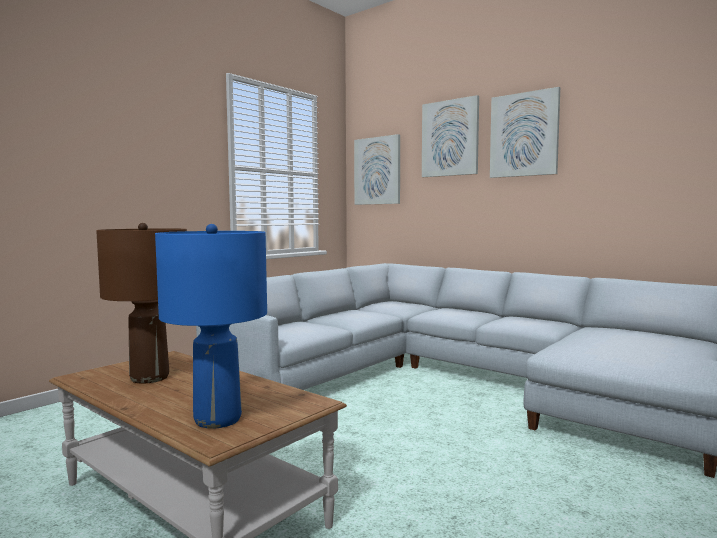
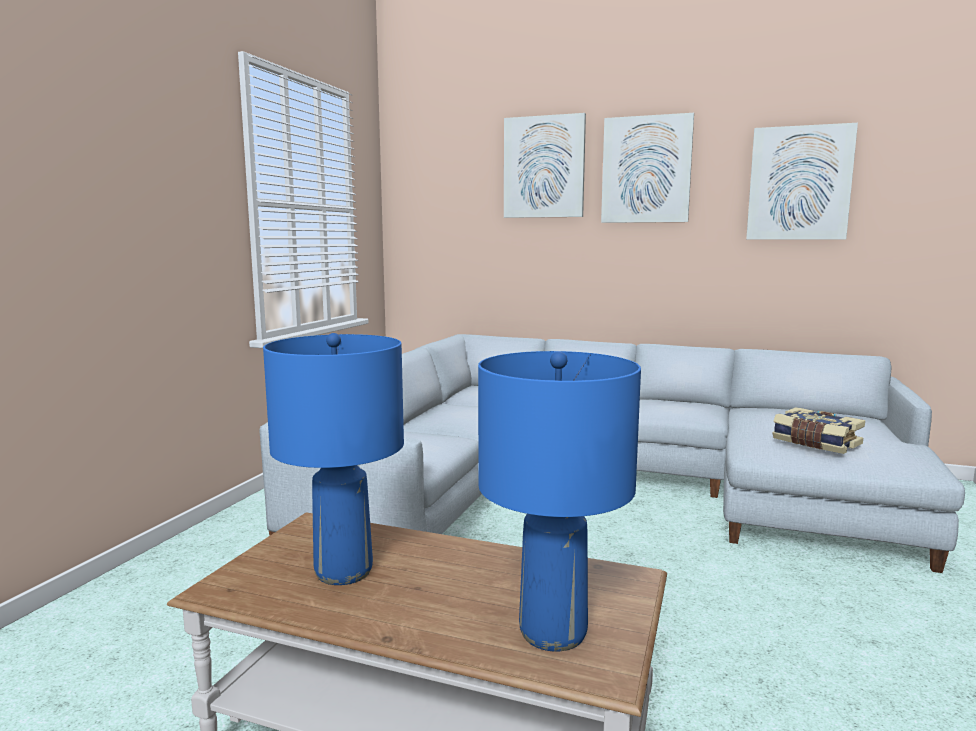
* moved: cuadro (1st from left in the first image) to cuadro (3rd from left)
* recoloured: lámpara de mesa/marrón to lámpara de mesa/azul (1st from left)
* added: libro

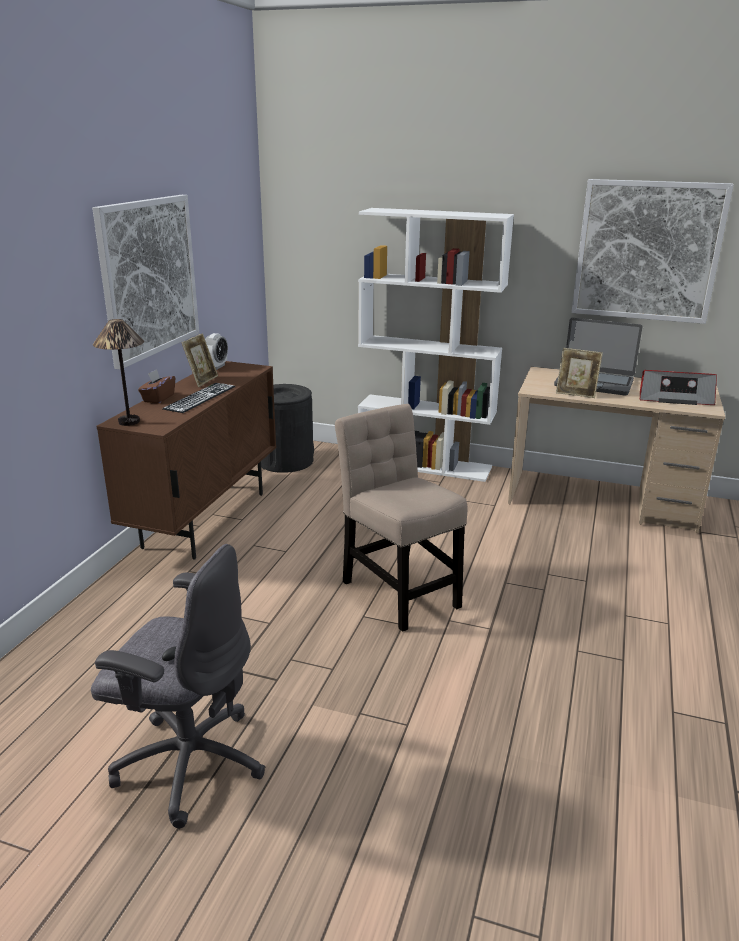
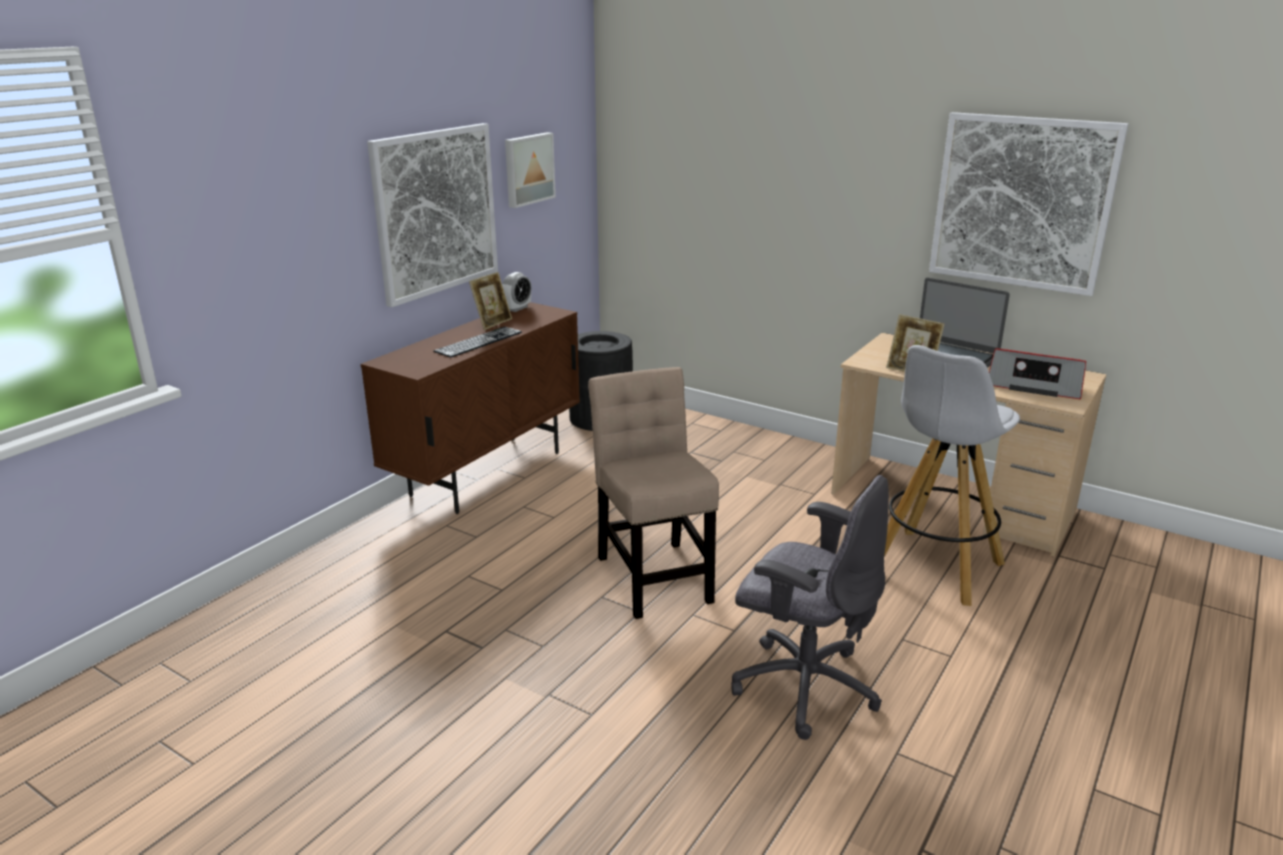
* removed: estantería/blanco
* removed: lámpara de mesa
* removed: caja de pañuelos/marrón
* moved: silla de oficina/gris
* added: cuadro (2nd from left)
* added: taburete/blanco

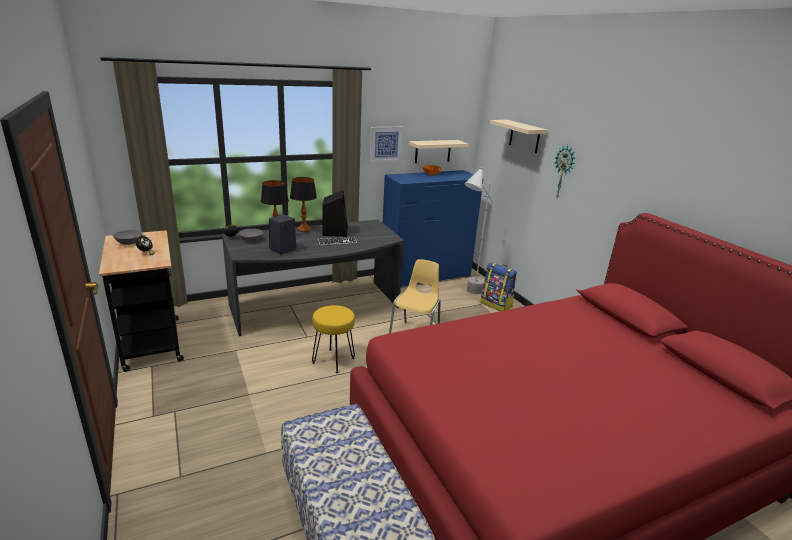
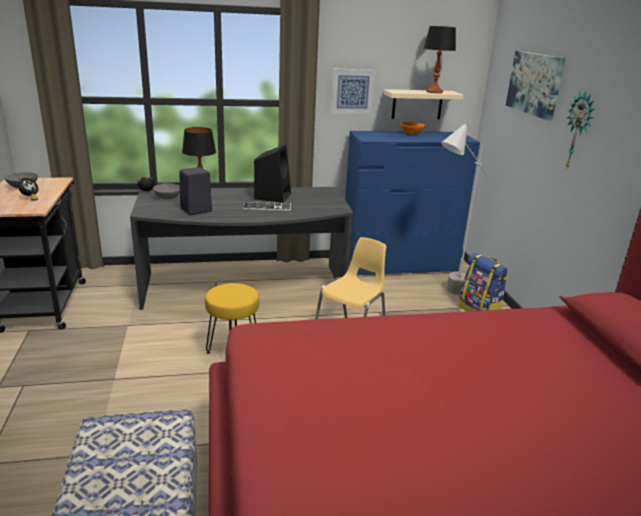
* replaced: estante/beis (2nd from left) to cuadro (2nd from left)
* moved: lámpara de mesa (2nd from left)

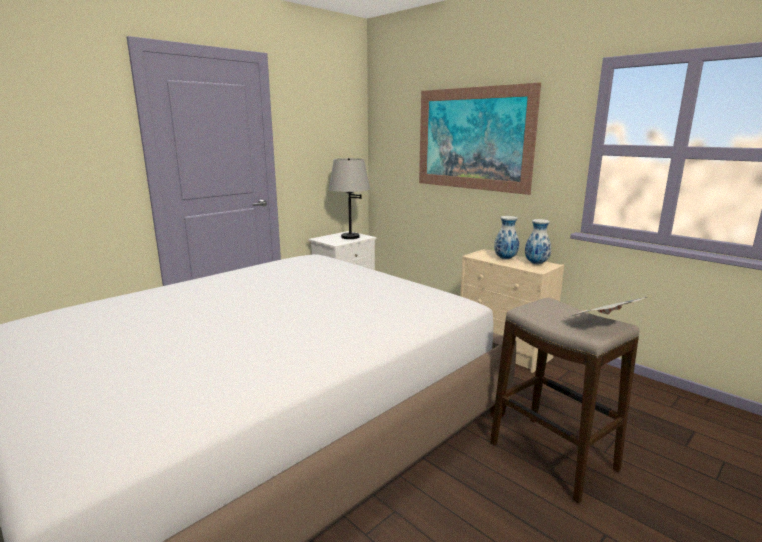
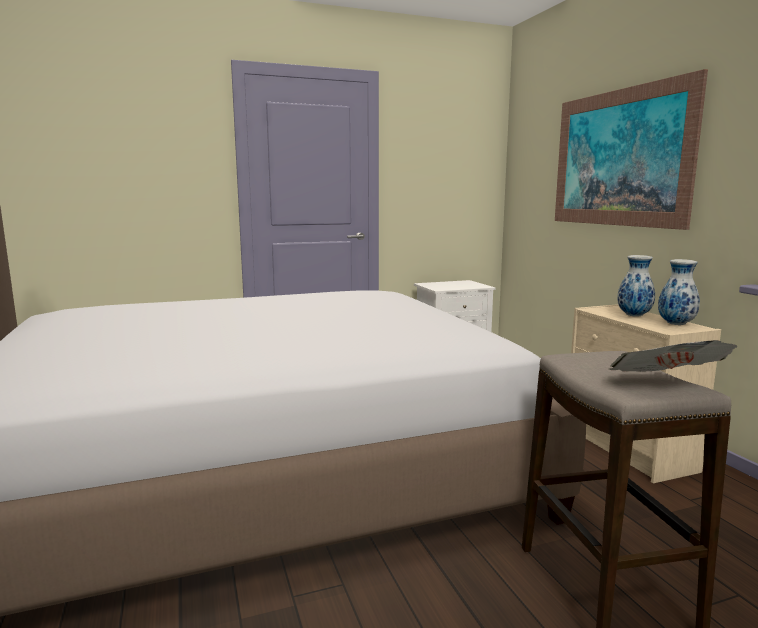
* removed: lámpara de mesa/gris

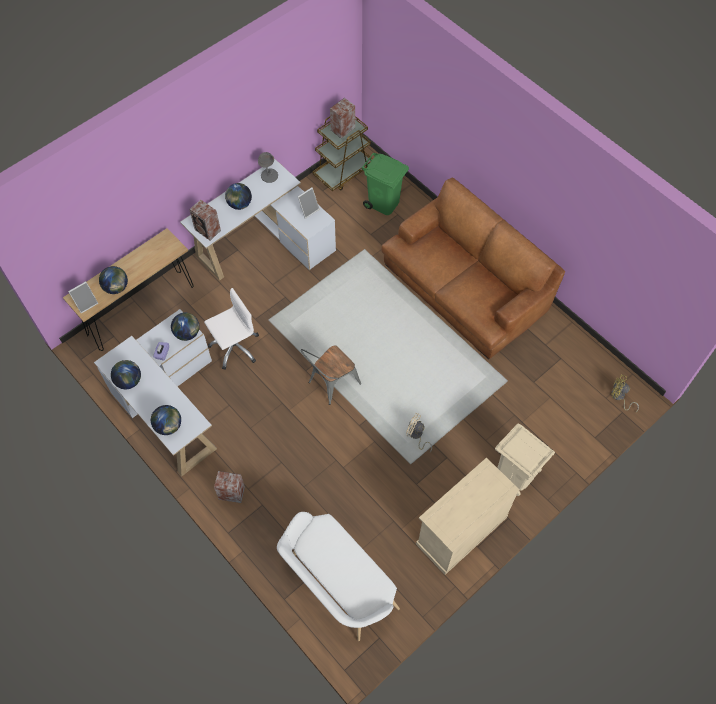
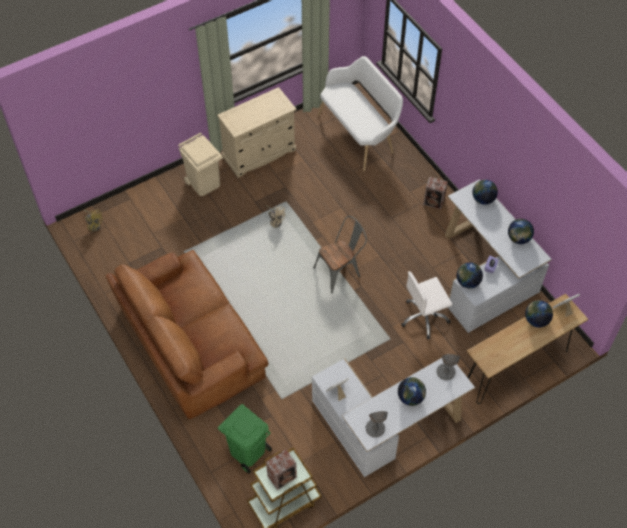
* replaced: altavoz (1st from left) to lámpara de mesa/gris (2nd from left)

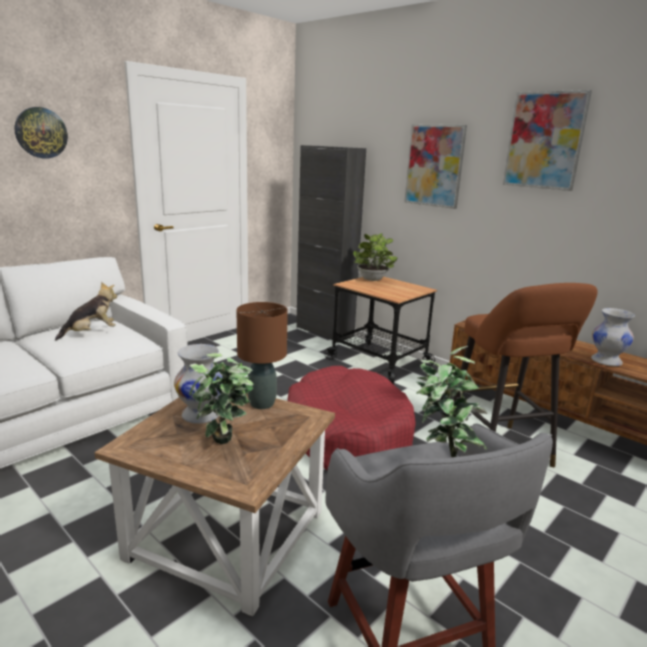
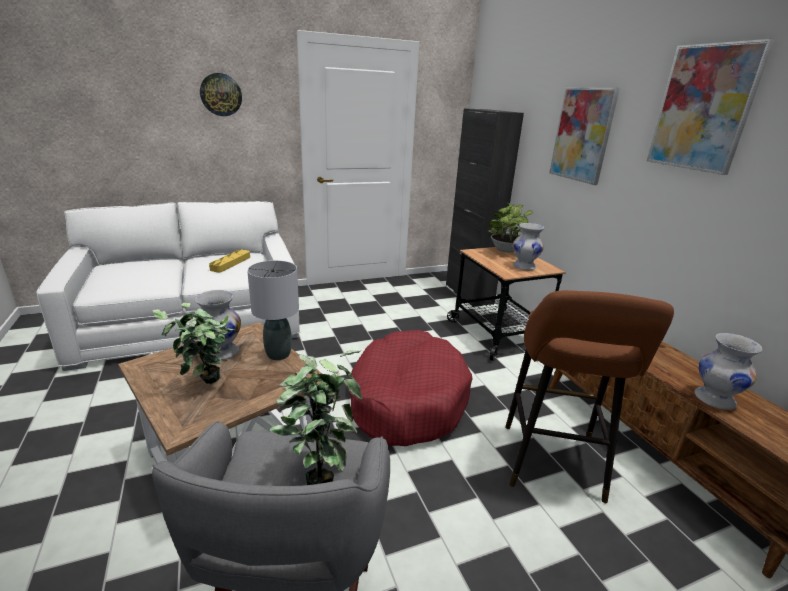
* replaced: peluche to bandeja/amarillo
* recoloured: lámpara de mesa/marrón to lámpara de mesa/gris
* added: florero/blanco (2nd from left)

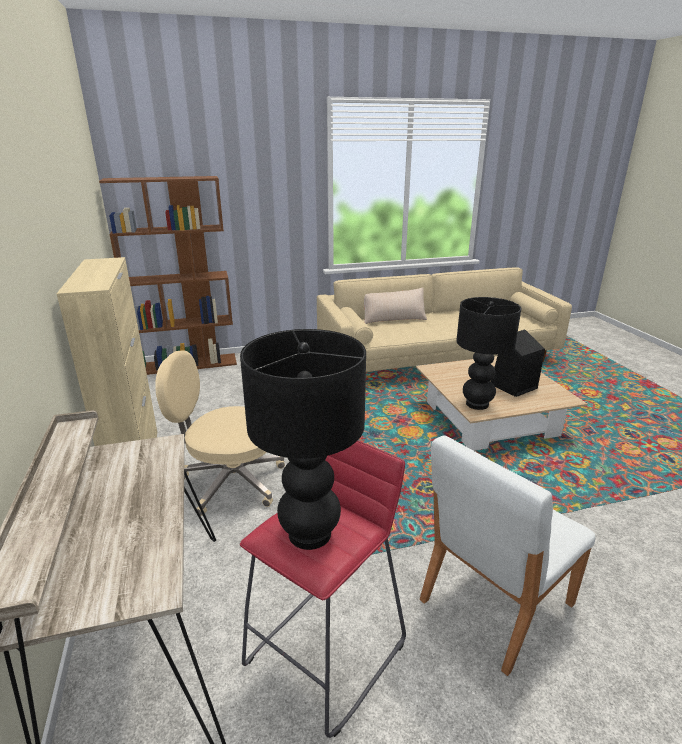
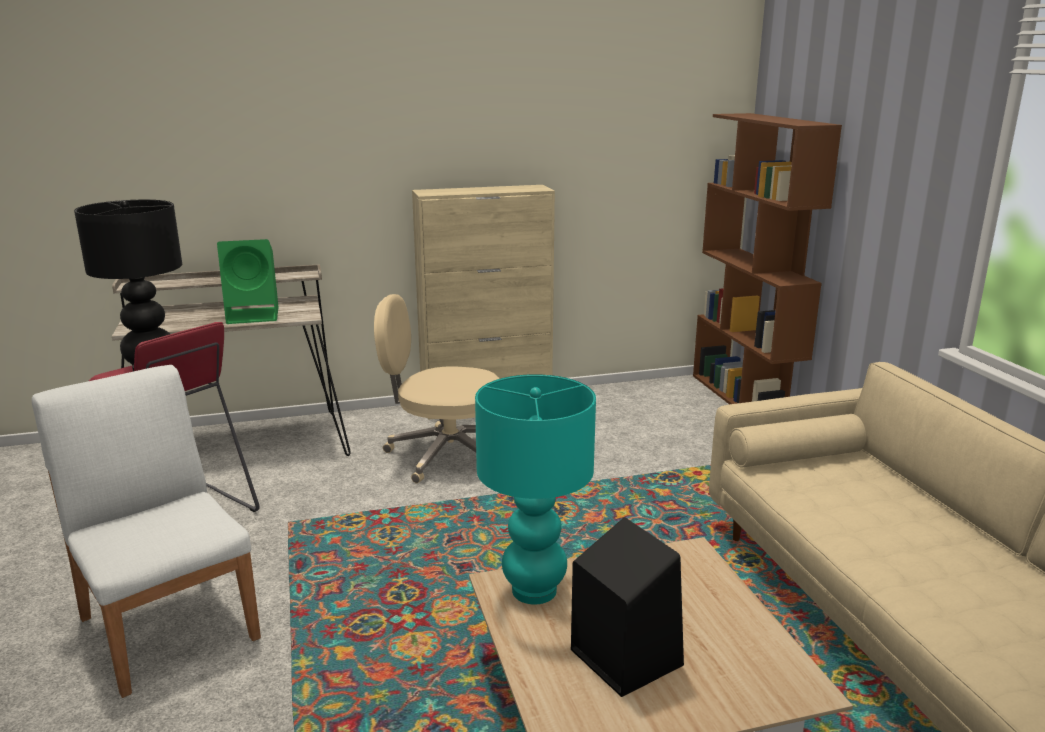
* removed: cojín/beis
* recoloured: lámpara de mesa/negro (2nd from left) to lámpara de mesa/turquesa
* turned: silla de oficina/beis 90 degrees counterclockwise
* added: altavoz/verde

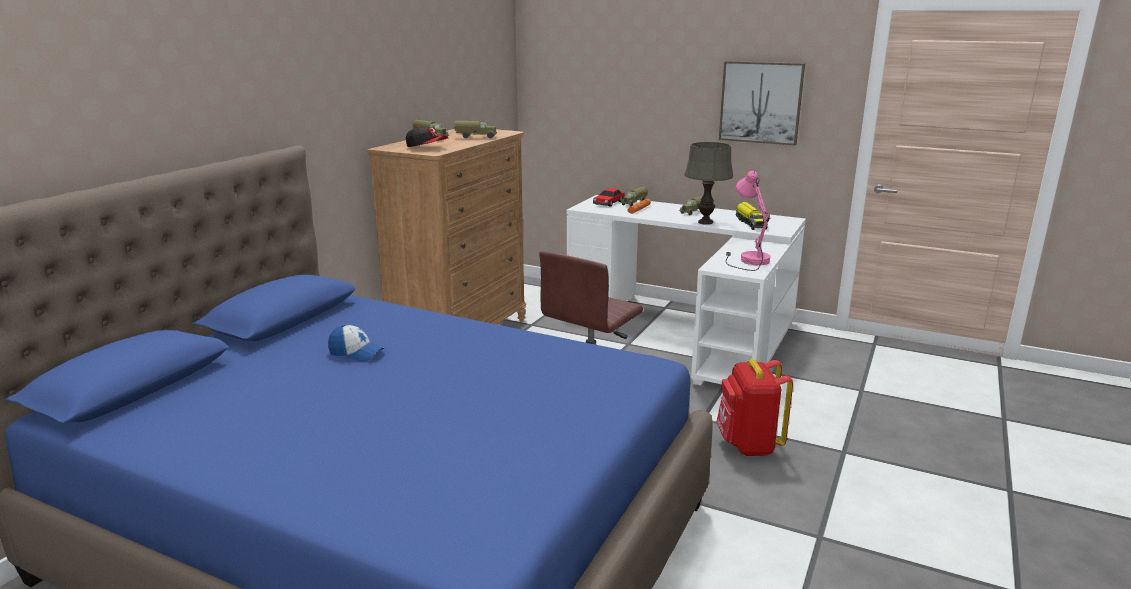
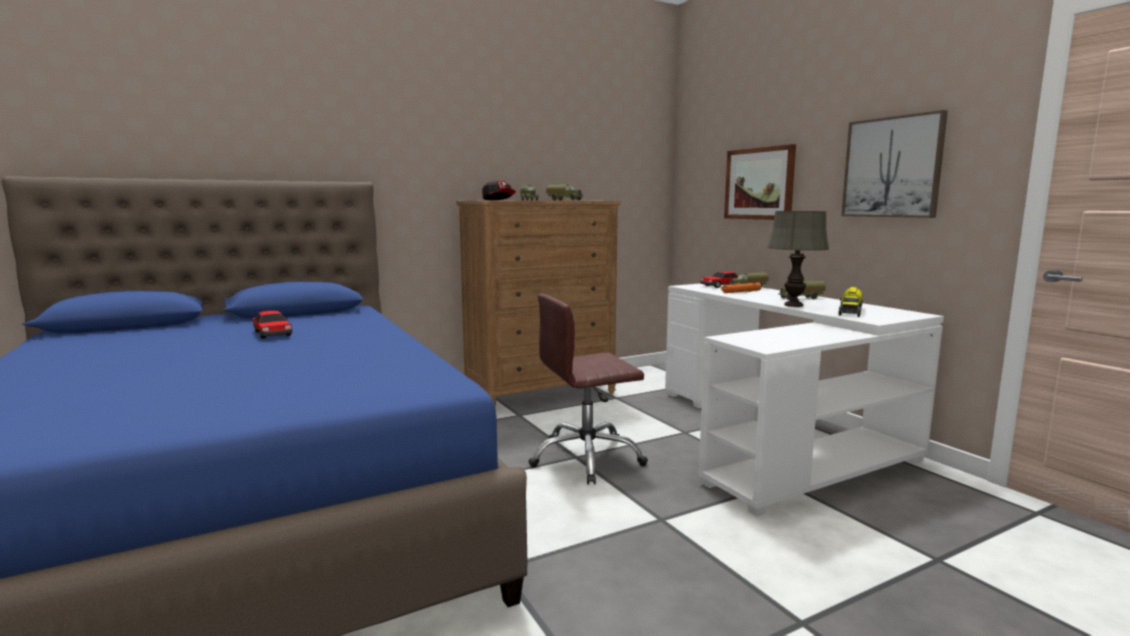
* removed: lámpara de mesa/rosa
* replaced: gorra (1st from left) to coche de juguete (1st from left)
* removed: mochila/rojo
* added: cuadro (1st from left)

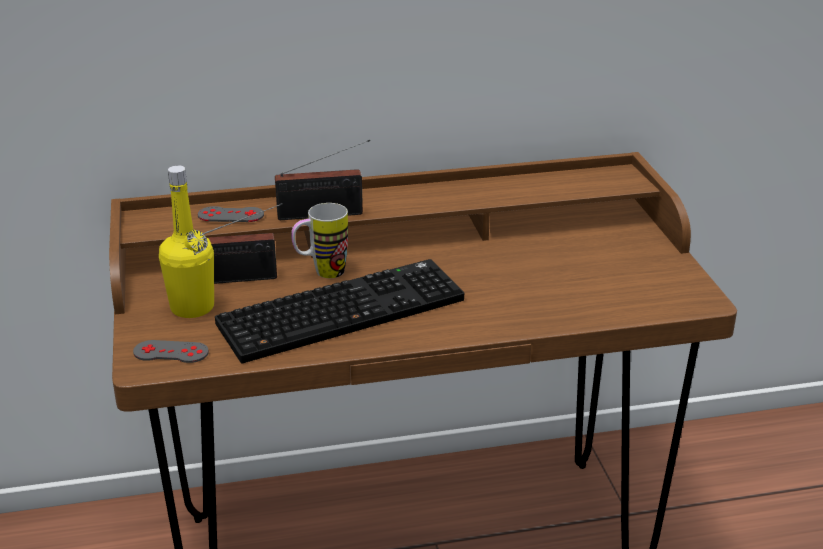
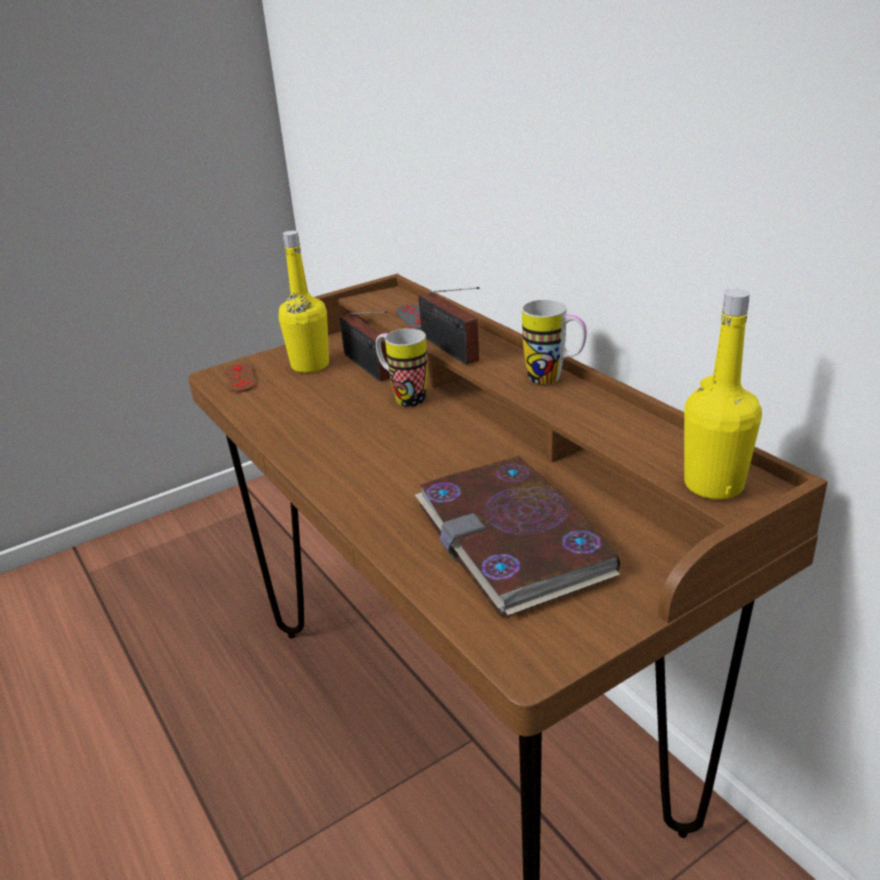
* removed: teclado
* recoloured: mando de consola/gris (1st from left) to mando de consola/marrón
* added: botella/amarillo (2nd from left)
* added: taza grande (2nd from left)
* added: libro

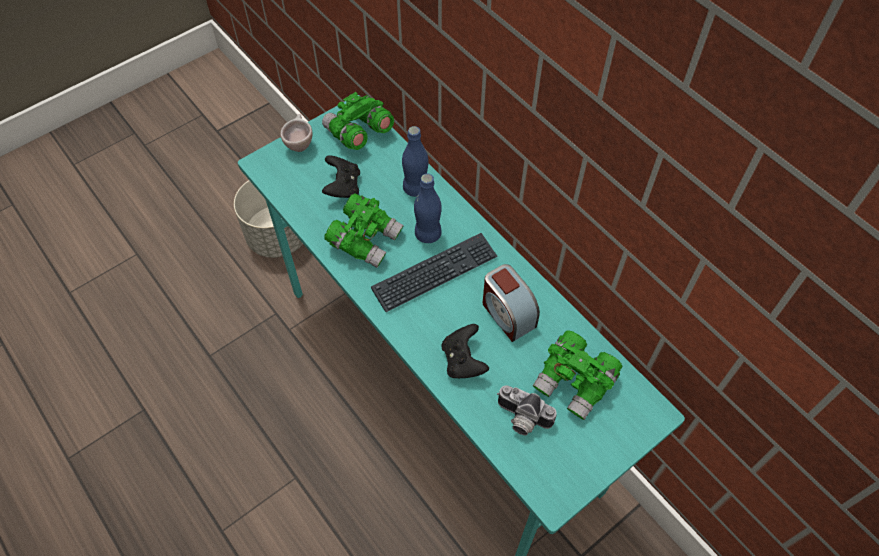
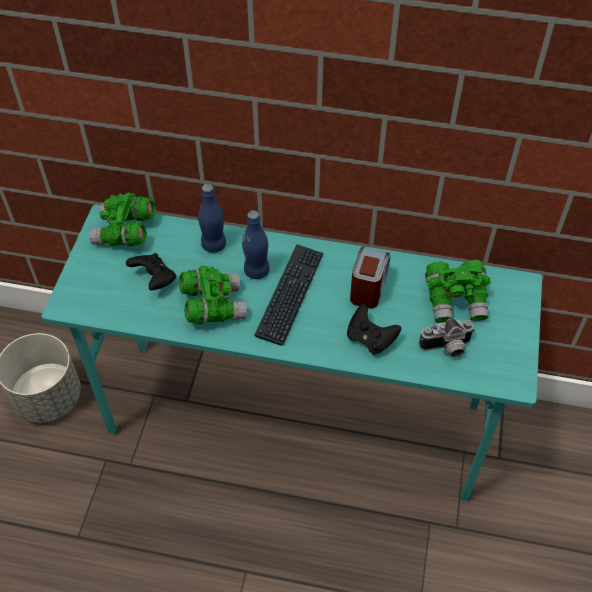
* removed: taza/beis
* turned: despertador 90 degrees counterclockwise

